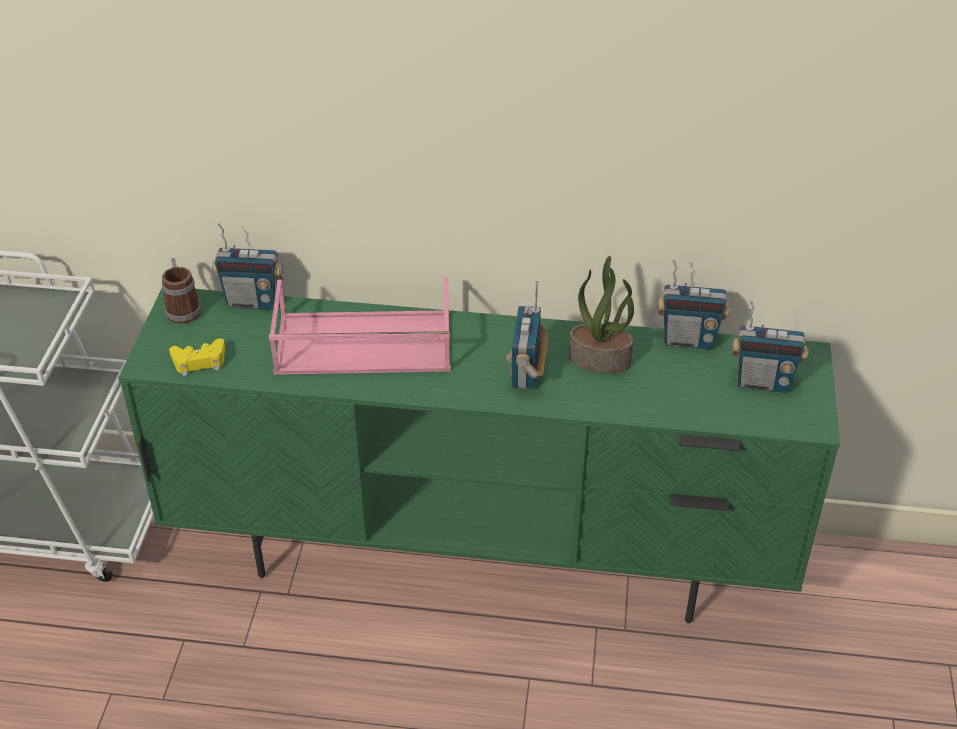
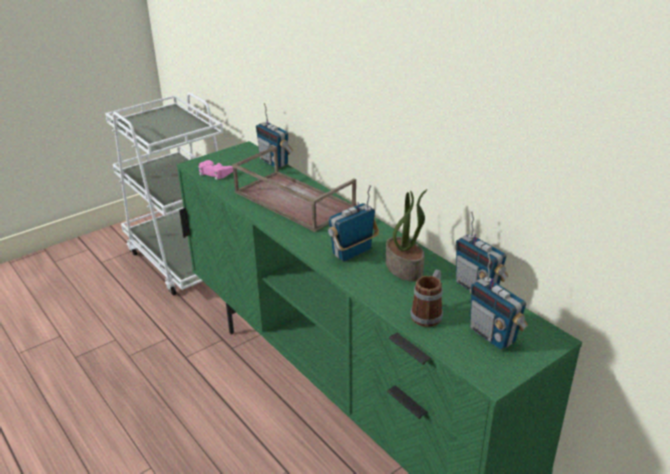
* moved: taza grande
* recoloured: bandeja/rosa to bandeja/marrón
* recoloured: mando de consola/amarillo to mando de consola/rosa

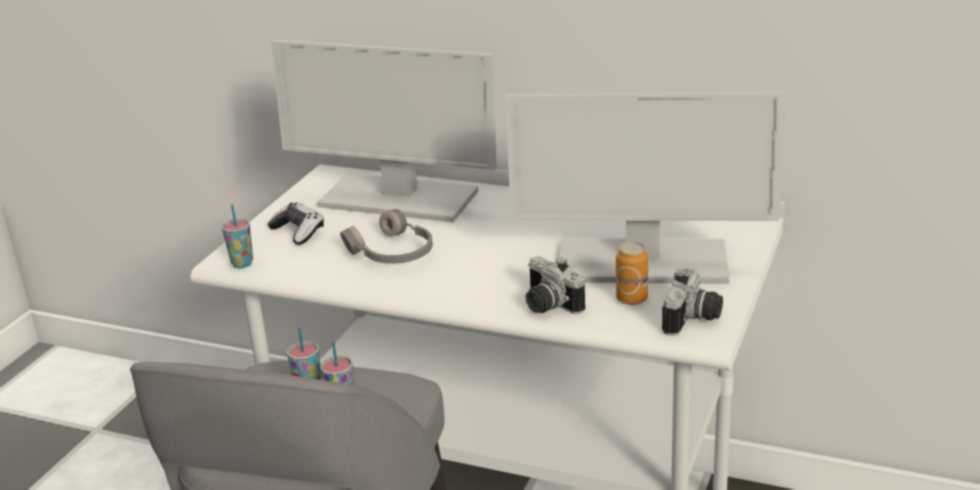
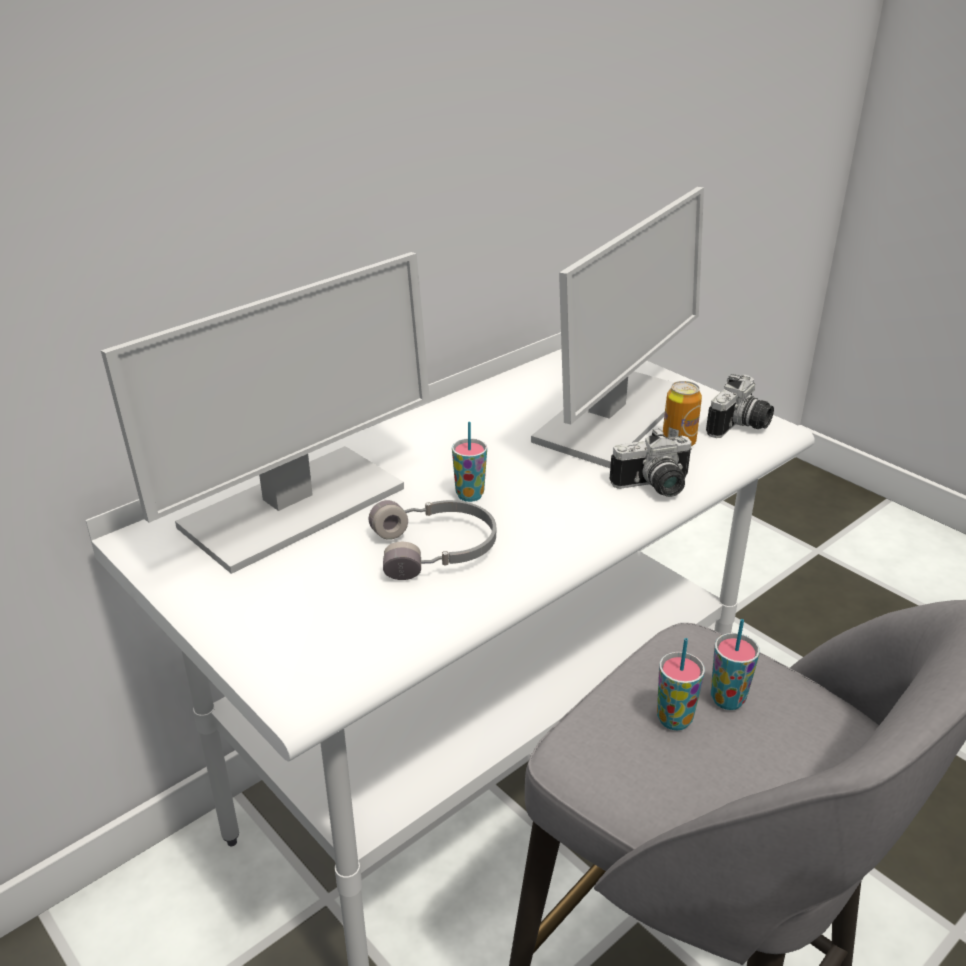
* removed: mando de consola
* moved: taza (1st from left)
* turned: cámara (2nd from left) 75 degrees clockwise

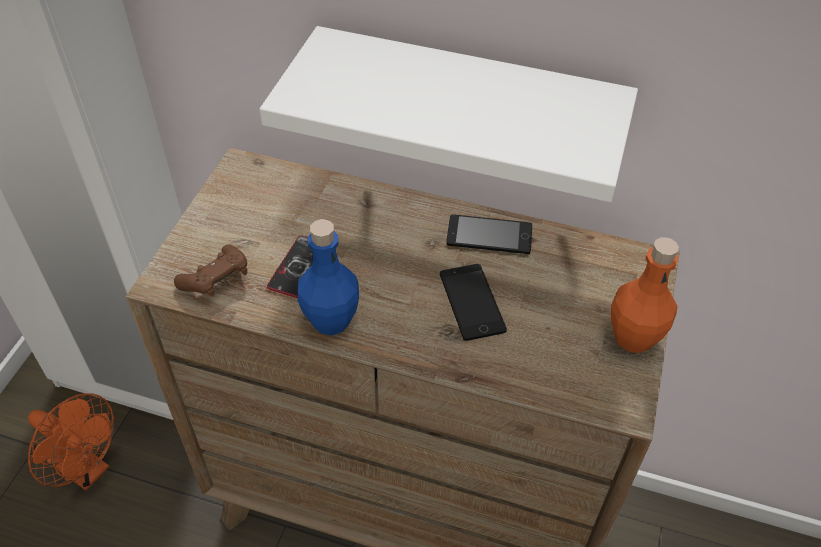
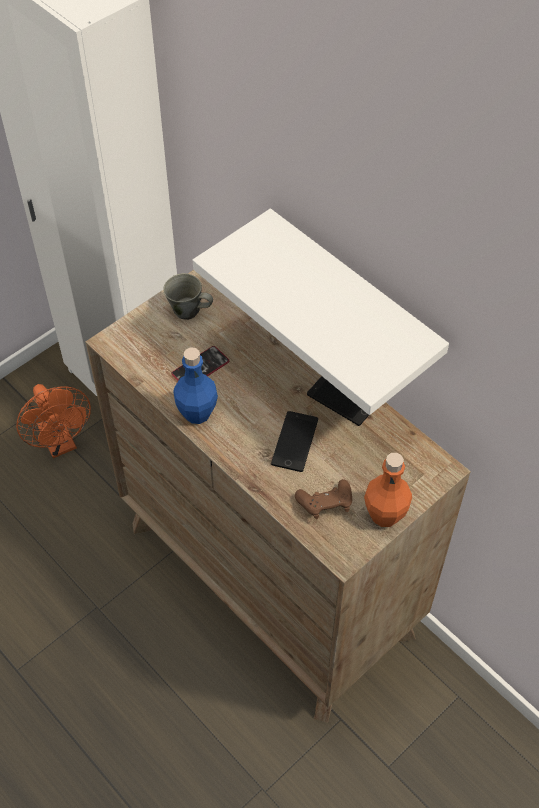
* moved: mando de consola/marrón
* added: taza grande/gris

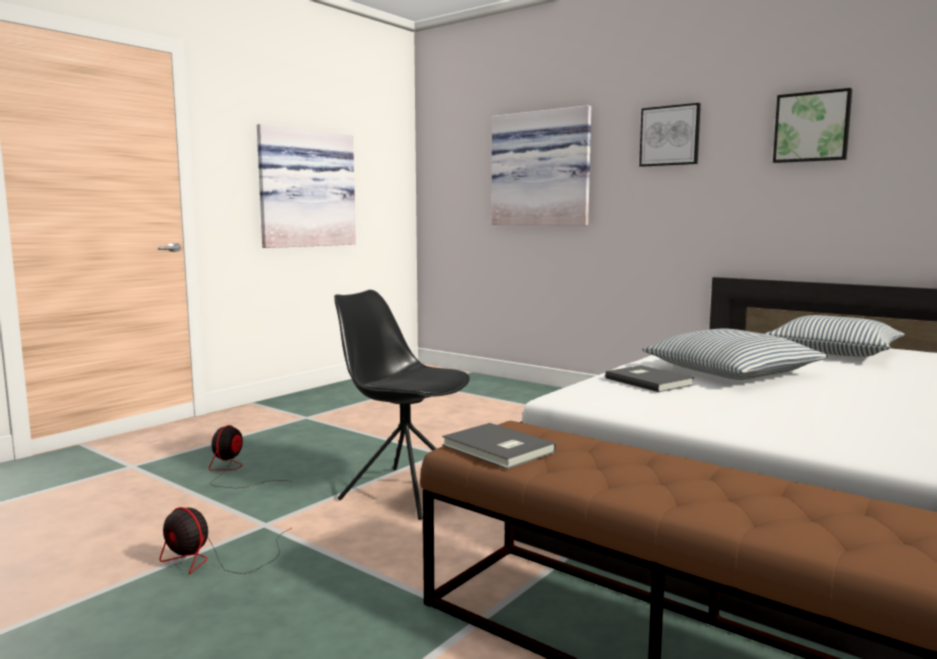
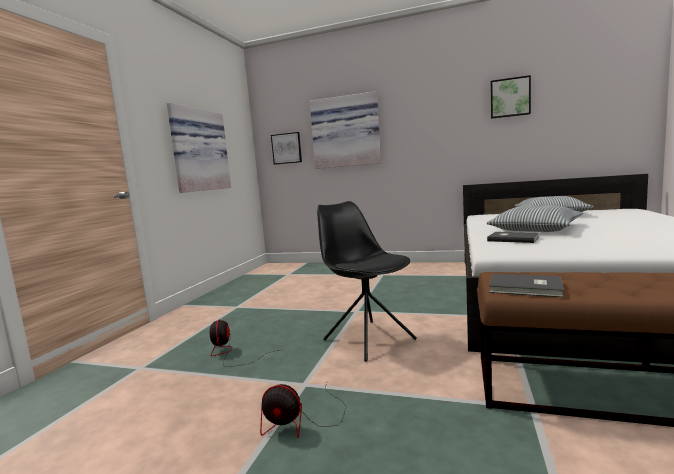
* moved: cuadro (3rd from left in the first image) to cuadro (2nd from left)
* turned: silla/negro 45 degrees clockwise

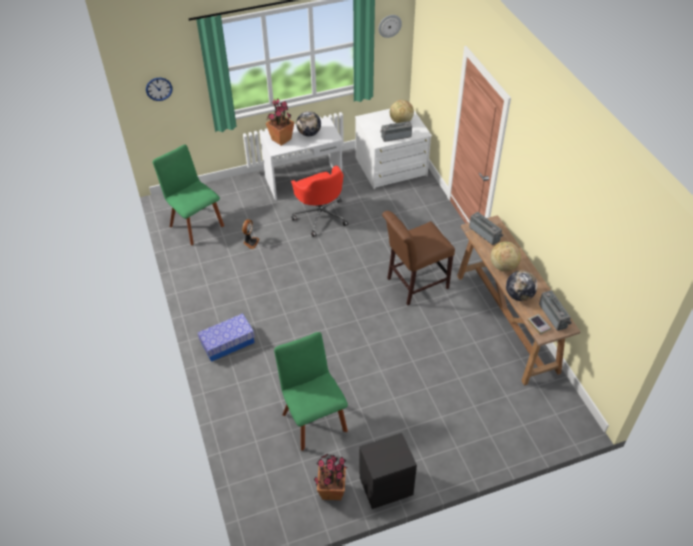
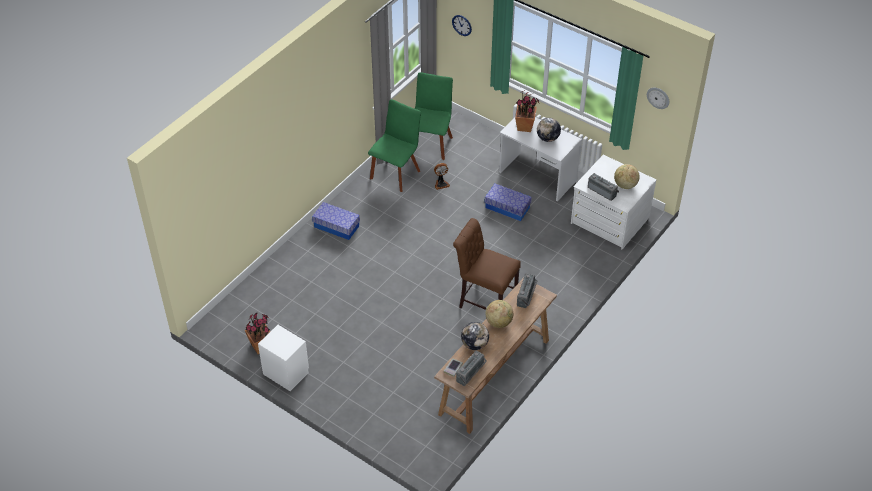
* replaced: silla de oficina/rojo to caja de almacenaje (2nd from left)
* moved: silla/verde (2nd from left in the first image) to silla/verde (1st from left)
* recoloured: mesita de noche/negro to mesita de noche/blanco

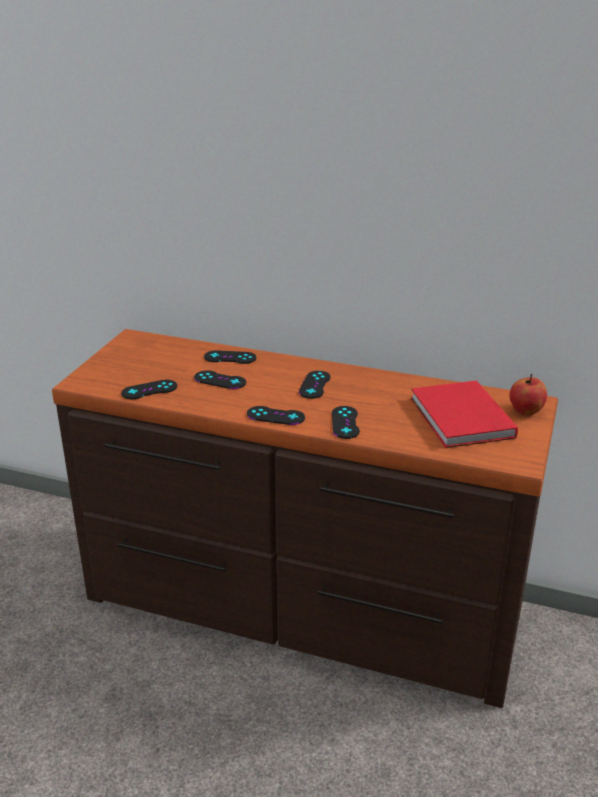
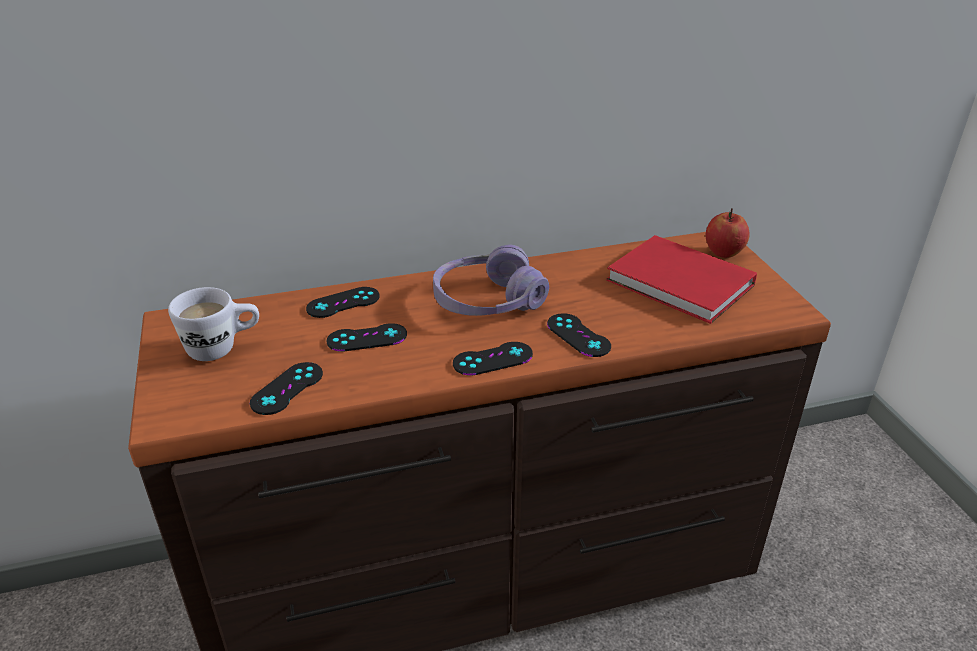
* replaced: mando de consola/negro (5th from left) to auriculares/morado
* added: taza grande/blanco

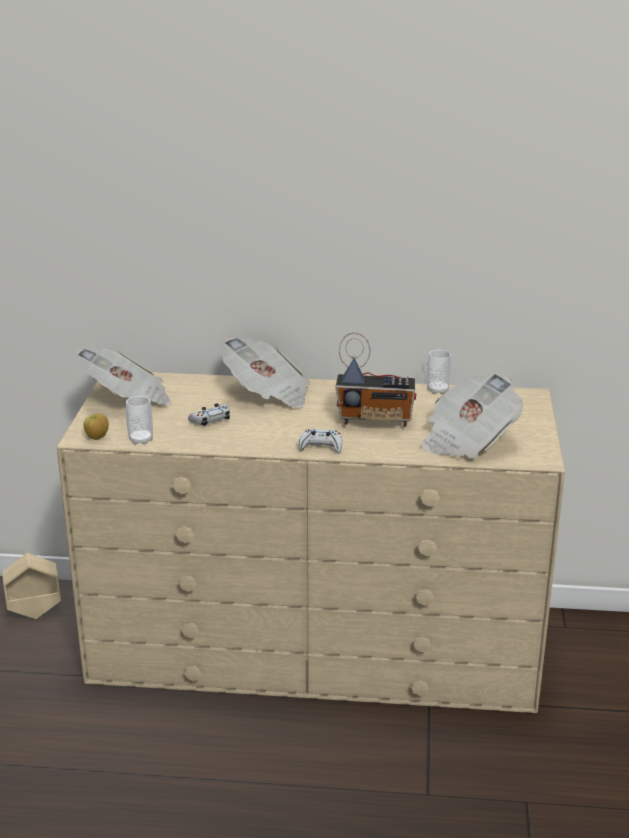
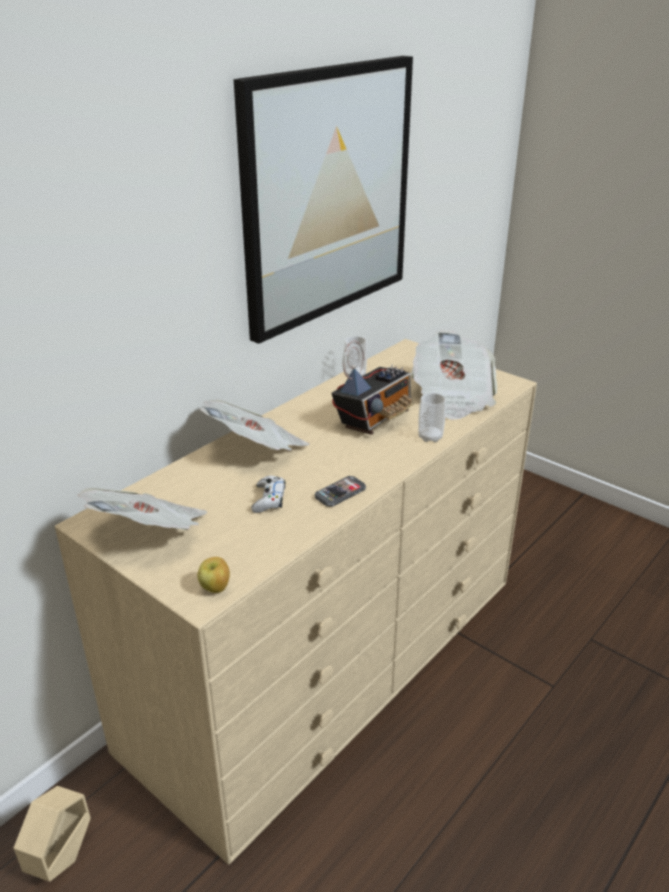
* moved: taza (1st from left in the first image) to taza (2nd from left)
* removed: mando de consola/blanco (2nd from left)
* added: cuadro
* added: móvil

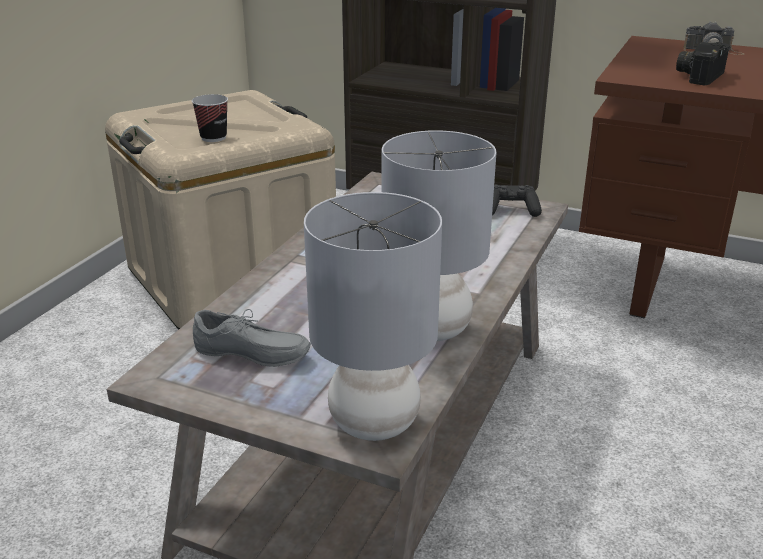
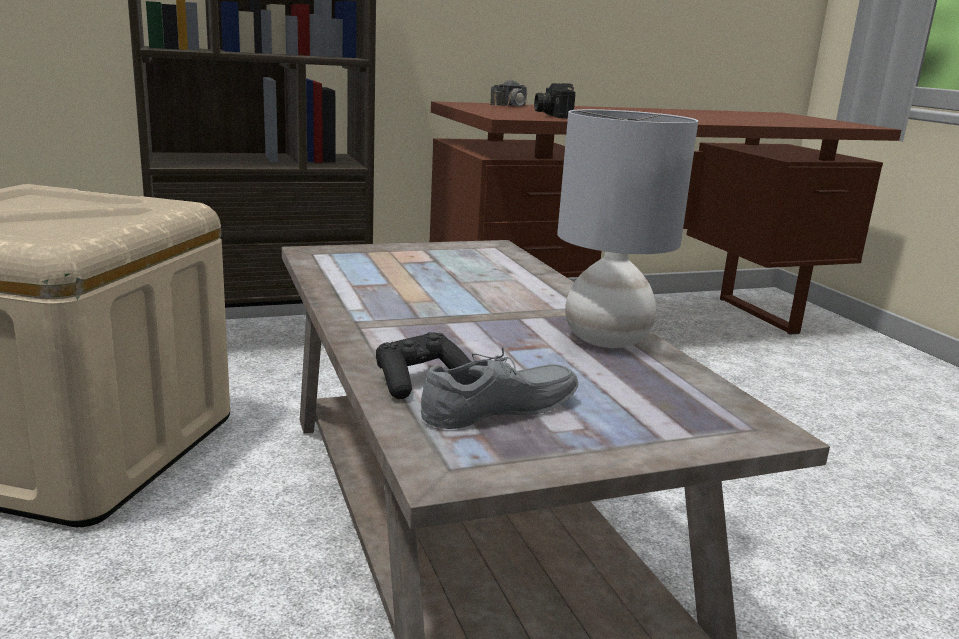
* removed: taza
* moved: mando de consola/negro
* removed: lámpara de mesa/gris (1st from left)

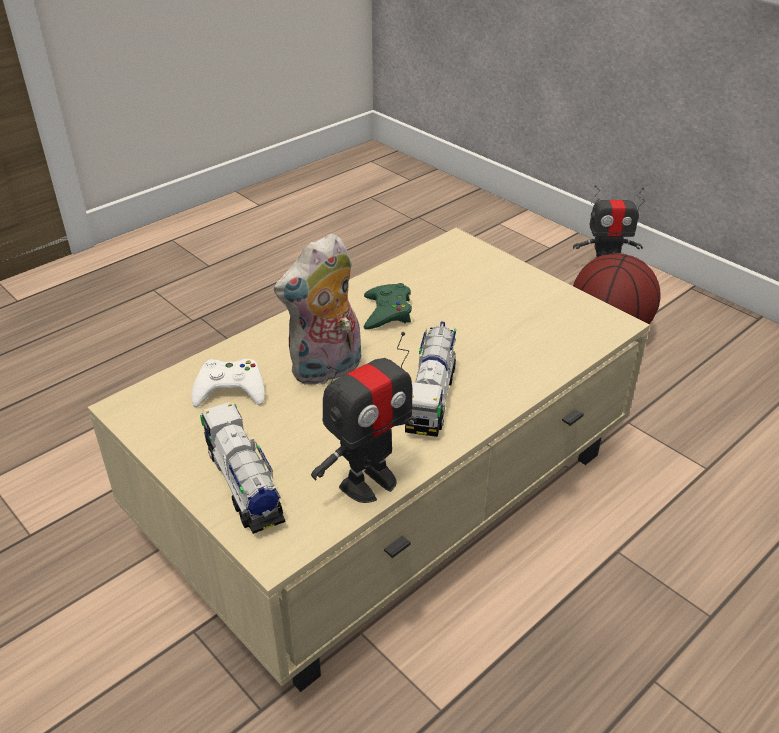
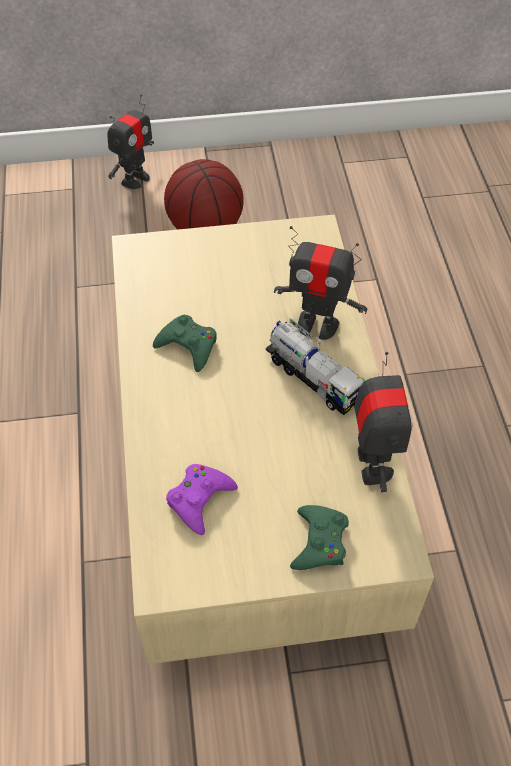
* removed: peluche
* recoloured: mando de consola/blanco to mando de consola/morado
* replaced: camión de juguete (1st from left) to mando de consola/verde (2nd from left)
* added: robot de juguete (2nd from left)

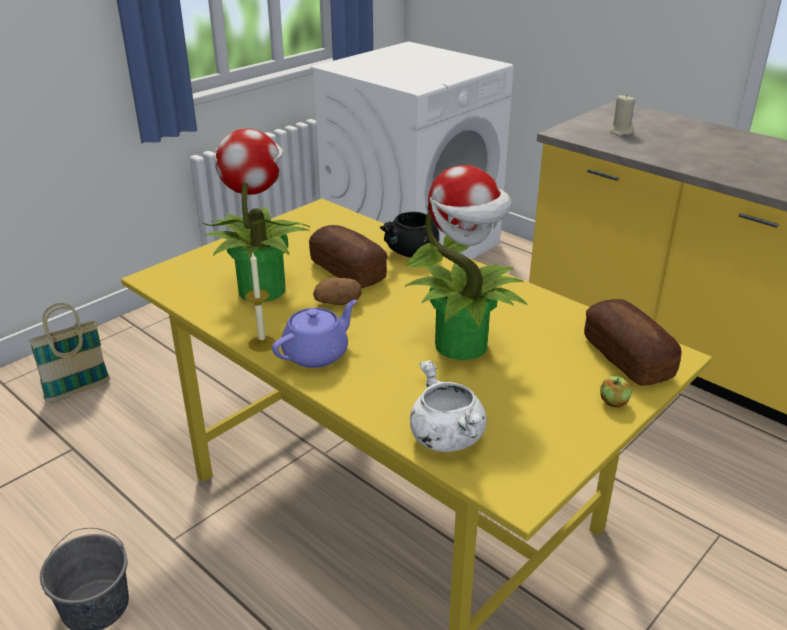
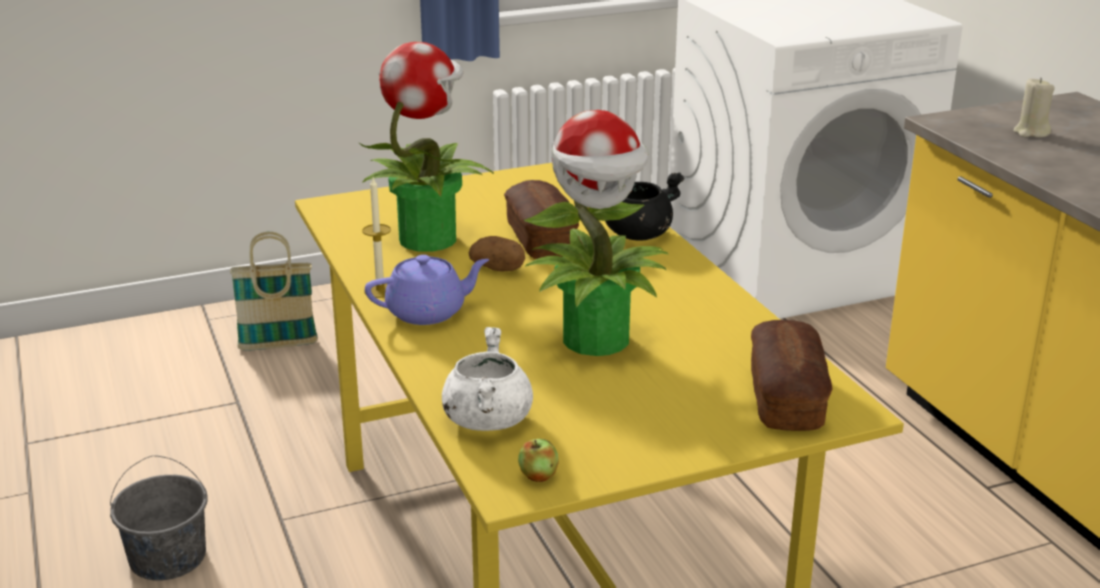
* moved: manzana

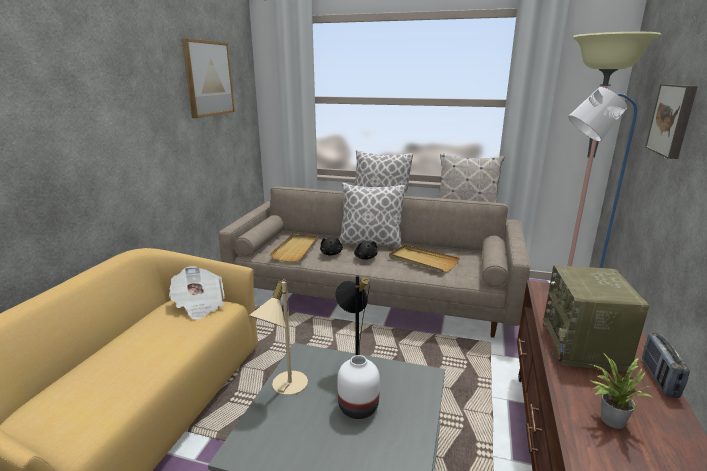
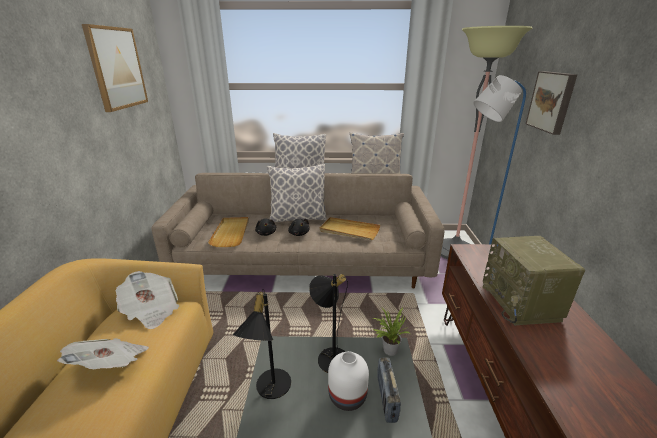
* recoloured: lámpara de mesa/beis to lámpara de mesa/negro (1st from left)
* moved: radio (2nd from left in the first image) to radio (1st from left)
* moved: planta en maceta
* added: periódico (1st from left)

